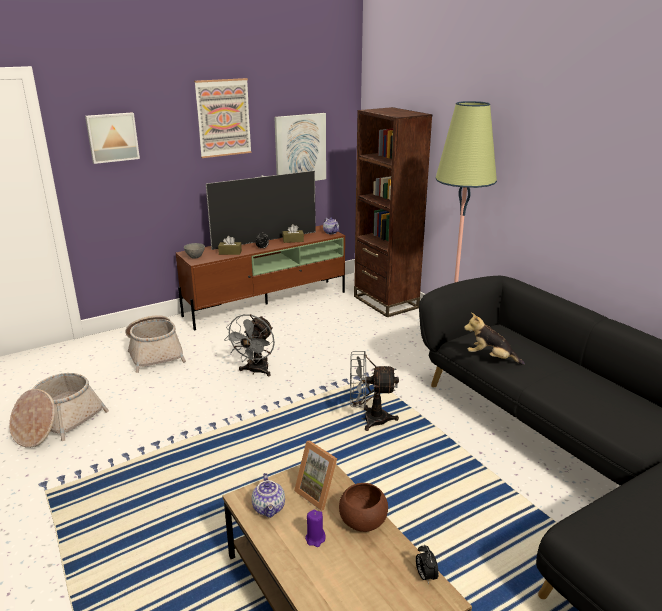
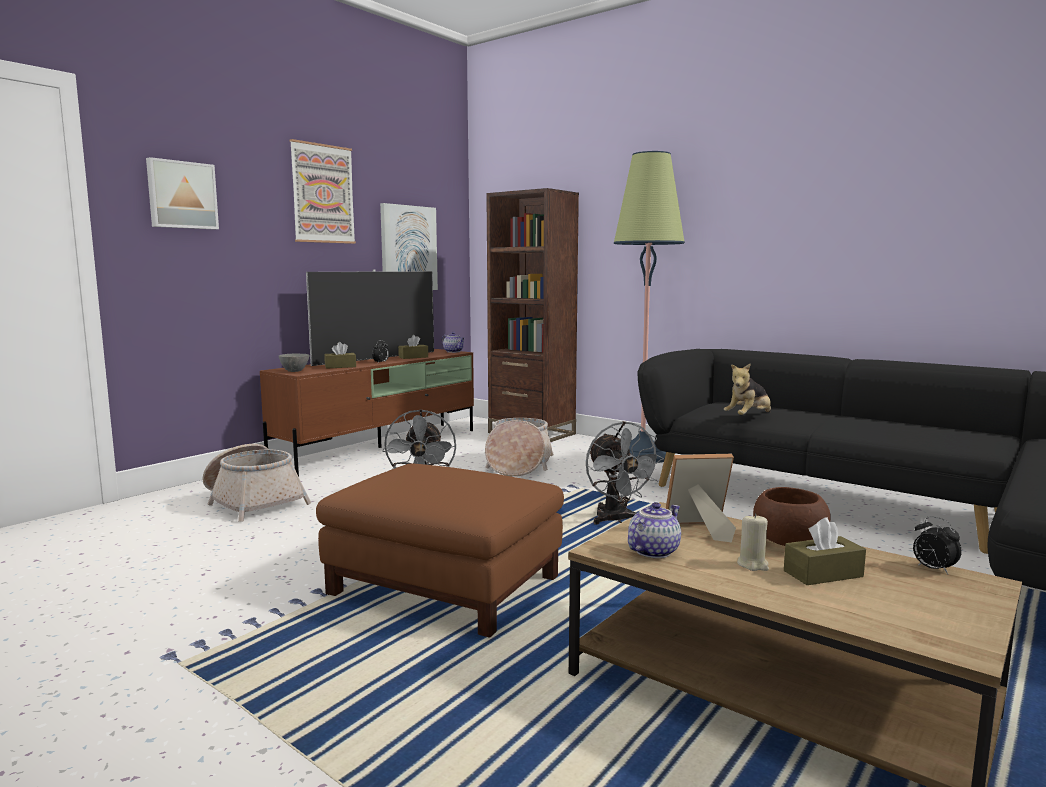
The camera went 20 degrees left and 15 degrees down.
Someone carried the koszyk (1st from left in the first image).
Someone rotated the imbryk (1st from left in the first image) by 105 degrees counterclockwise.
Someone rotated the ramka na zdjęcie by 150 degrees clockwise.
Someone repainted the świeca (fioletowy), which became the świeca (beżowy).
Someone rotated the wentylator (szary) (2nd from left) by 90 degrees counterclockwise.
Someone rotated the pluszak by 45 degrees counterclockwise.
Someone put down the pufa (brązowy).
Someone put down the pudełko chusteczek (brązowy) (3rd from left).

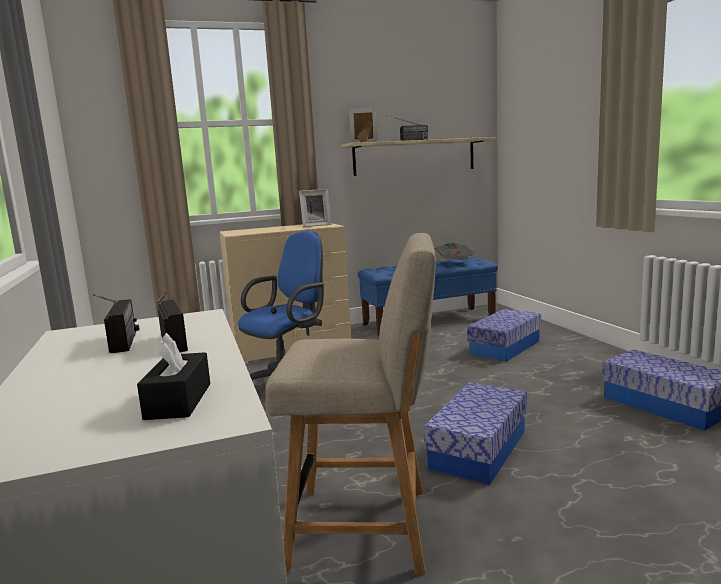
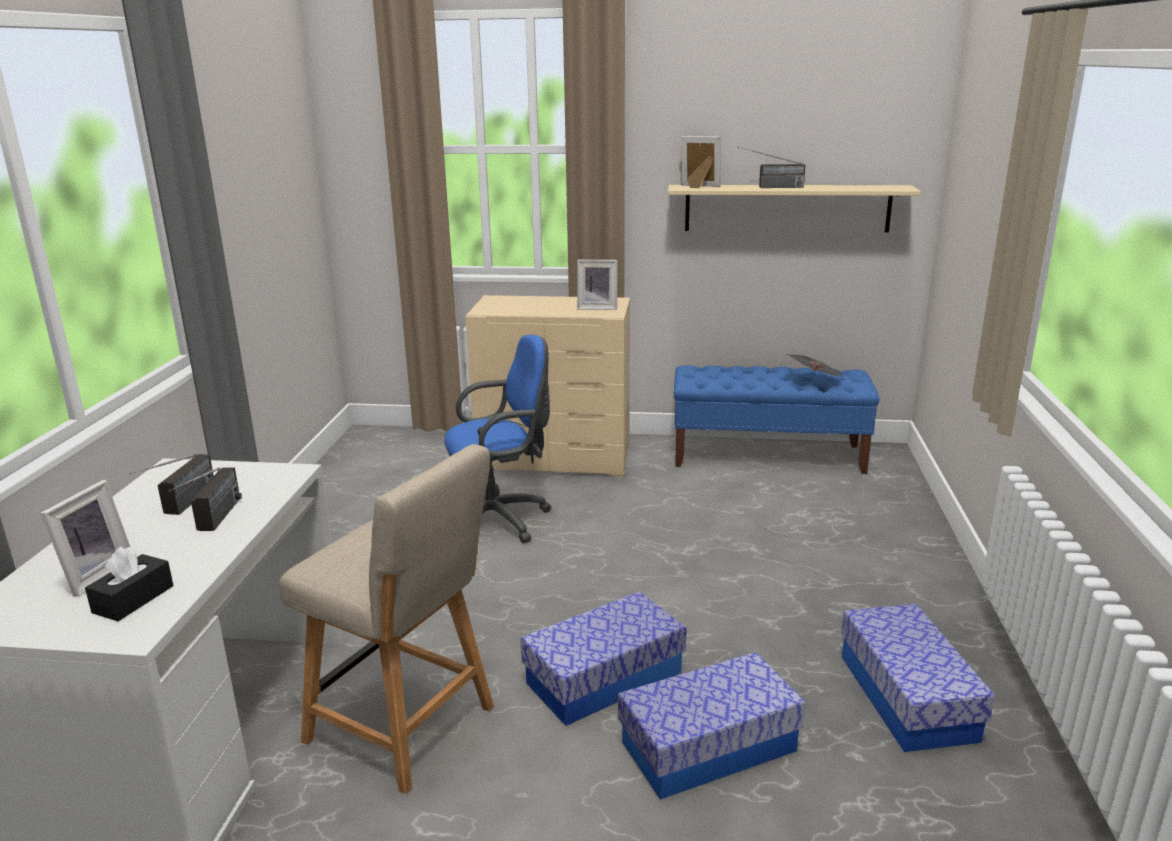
The camera went 25 degrees right and 10 degrees up.
Someone carried the pojemnik do przechowywania (2nd from left).
Someone put down the ramka na zdjęcie (1st from left).

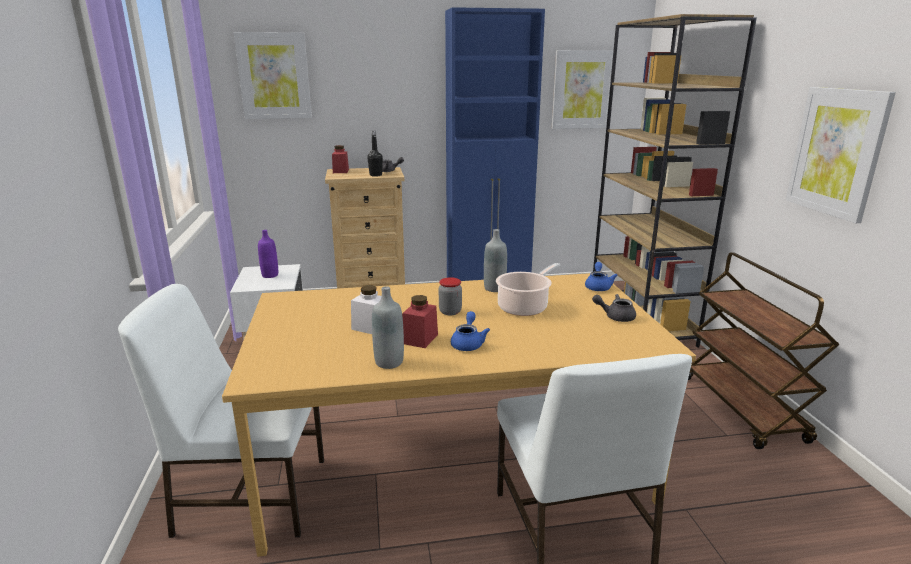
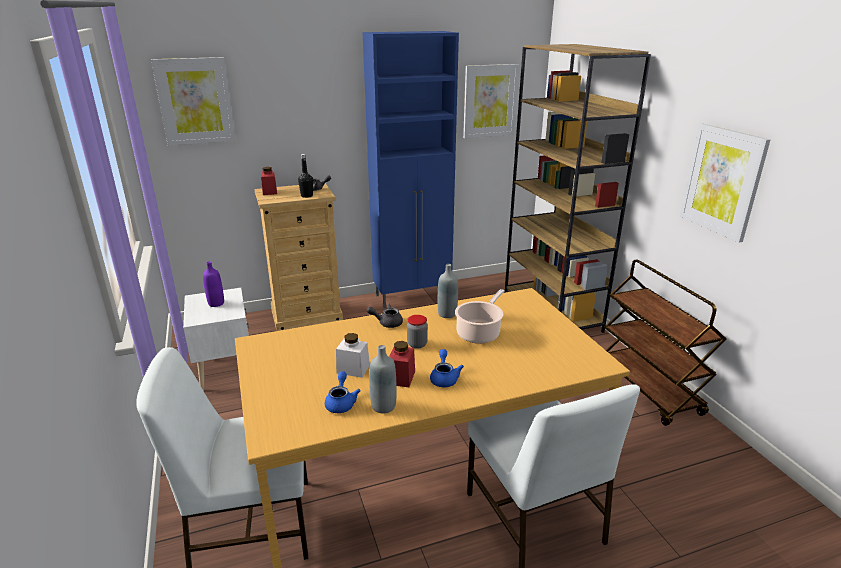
The camera went 10 degrees left and 5 degrees up.
Someone carried the imbryk (niebieski) (2nd from left in the first image).
Someone carried the imbryk (szary) (2nd from left).

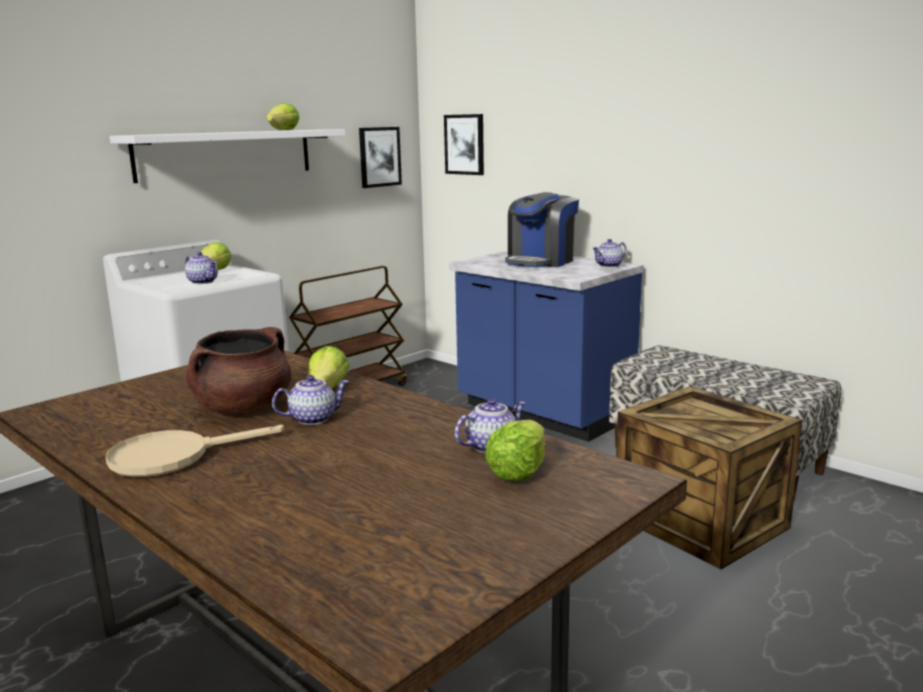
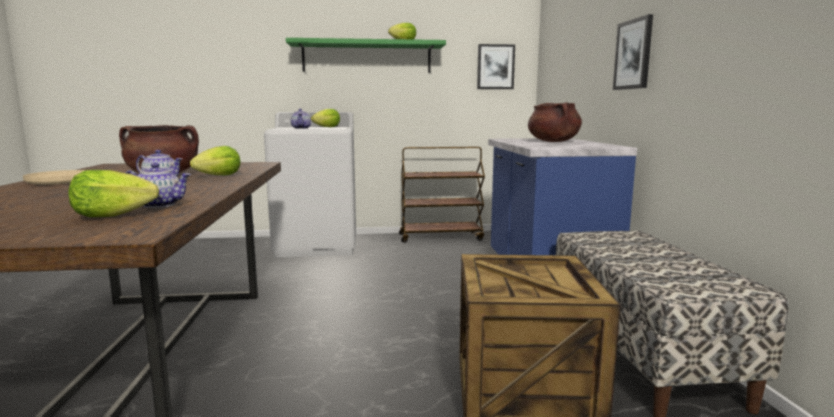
The camera went 40 degrees right and 5 degrees down.
Someone repainted the półka (biały), which became the półka (zielony).
Someone carried the obraz (2nd from left).
Someone swapped the ekspres do kawy for the garnek (brązowy) (2nd from left).
Someone took away the imbryk (4th from left).

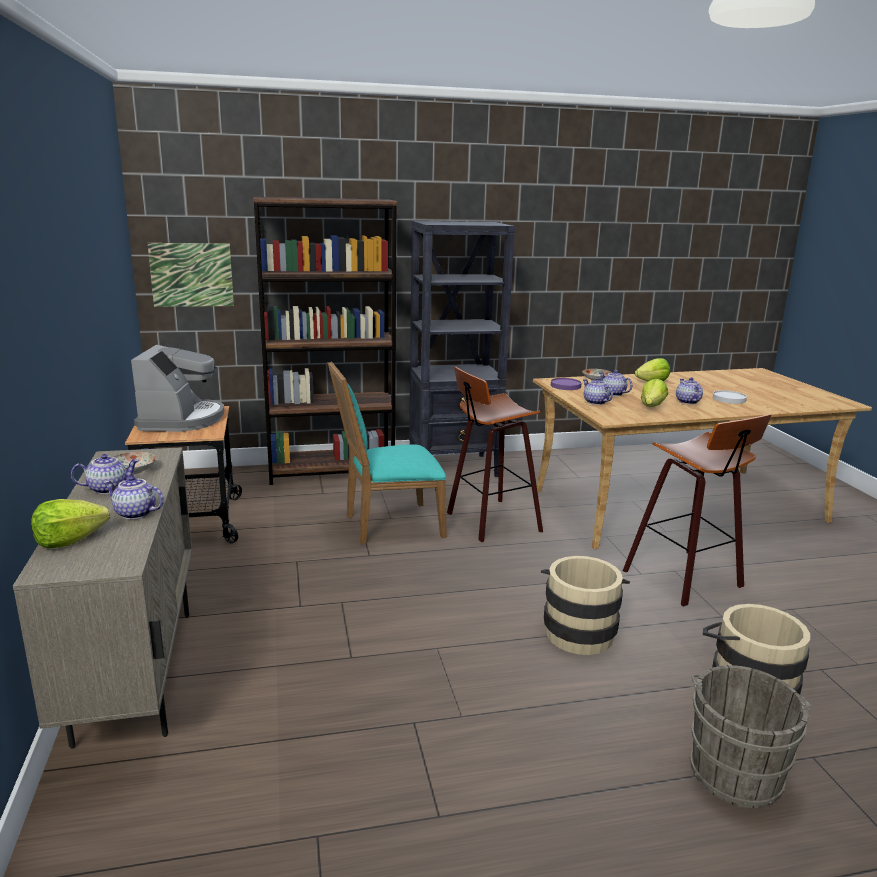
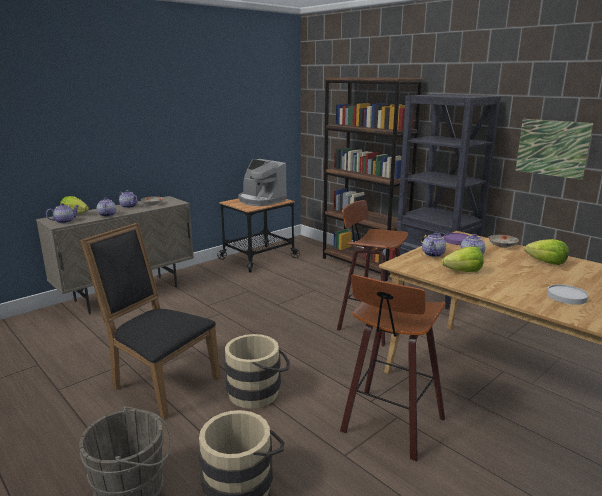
The camera went 60 degrees right and 0 degrees up.
Someone rotated the ekspres do kawy by 75 degrees clockwise.
Someone carried the obraz.
Someone took away the krzesło (turkusowy).
Someone carried the imbryk (5th from left in the first image).
Someone put down the krzesło (czarny).

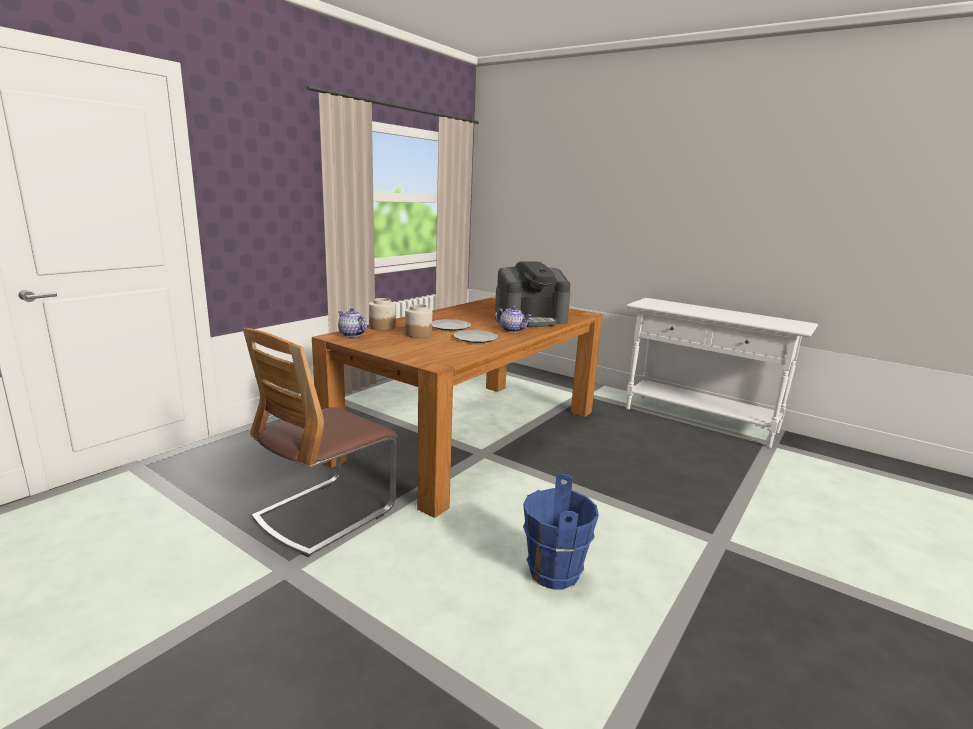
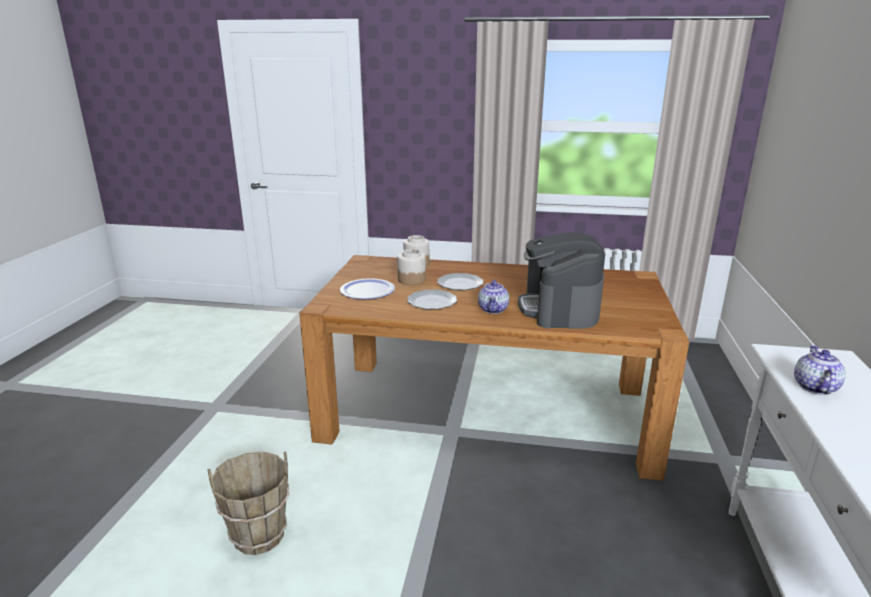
The camera went 65 degrees right and 5 degrees up.
Someone took away the krzesło.
Someone carried the imbryk (1st from left in the first image).
Someone rotated the ekspres do kawy by 45 degrees clockwise.
Someone repainted the wiadro (niebieski), which became the wiadro (brązowy).
Someone put down the talerz (1st from left).

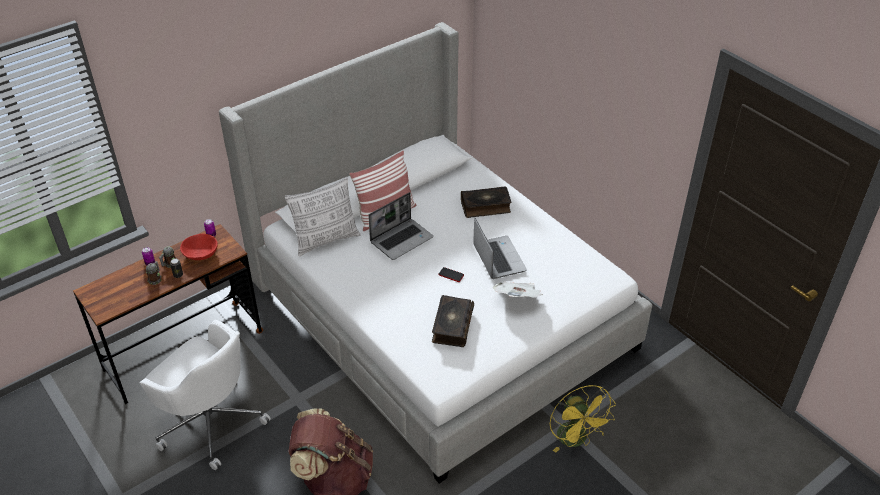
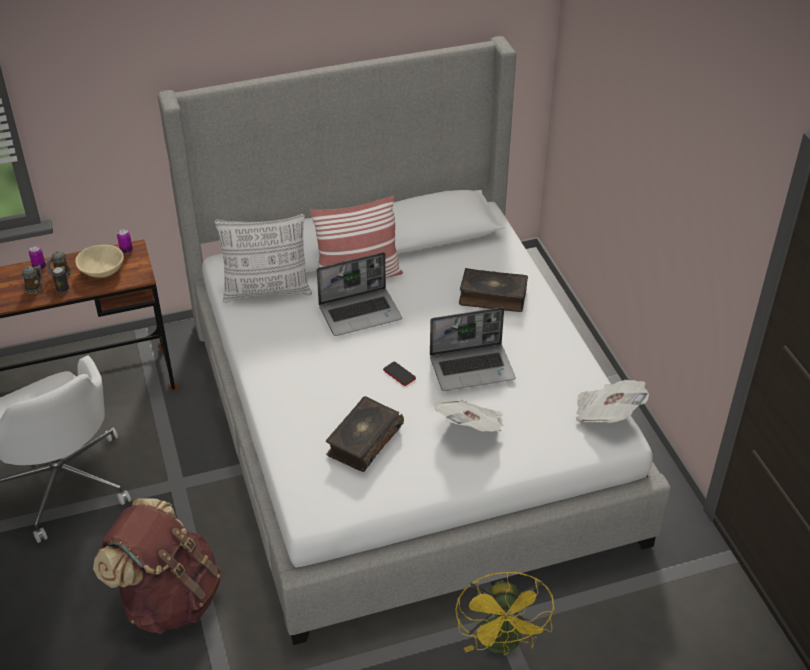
The camera went 20 degrees right and 0 degrees up.
Someone repainted the miska (czerwony), which became the miska (beżowy).
Someone rotated the laptop (2nd from left) by 75 degrees clockwise.
Someone put down the gazeta (2nd from left).

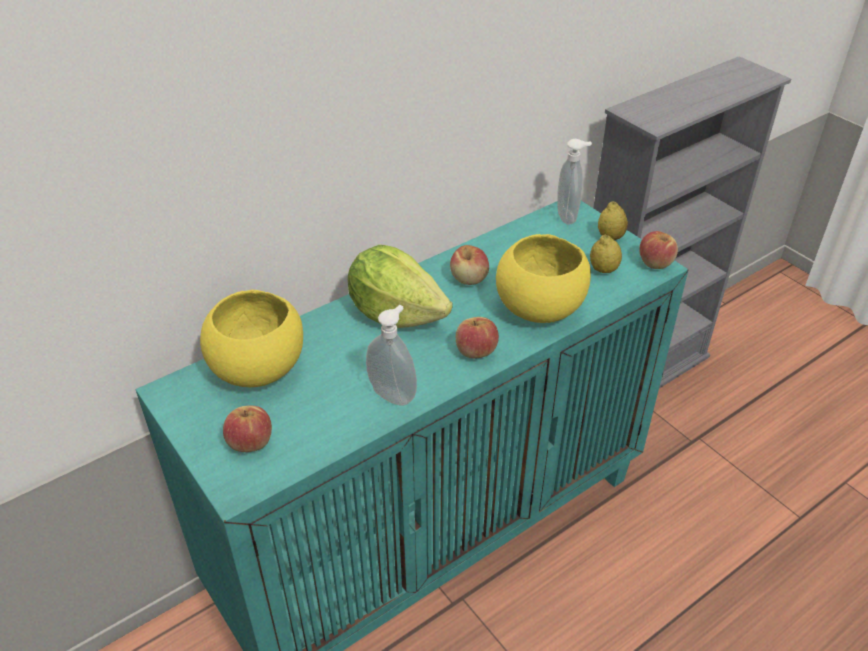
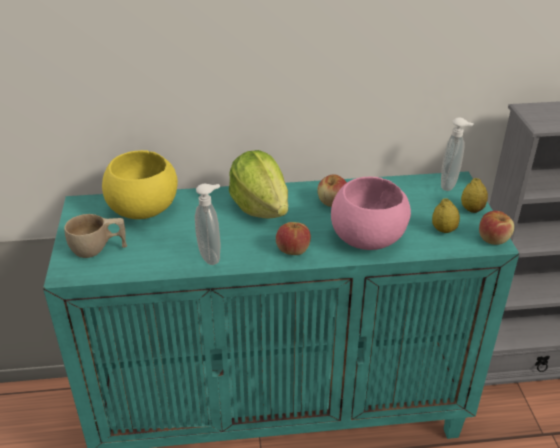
The camera went 30 degrees right and 5 degrees down.
Someone swapped the jabłko (1st from left) for the filiżanka (beżowy).
Someone repainted the miska (żółty) (2nd from left), which became the miska (różowy).

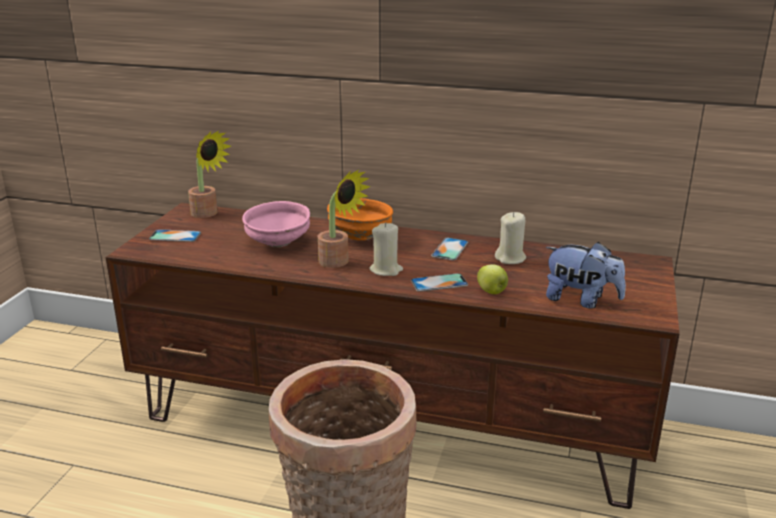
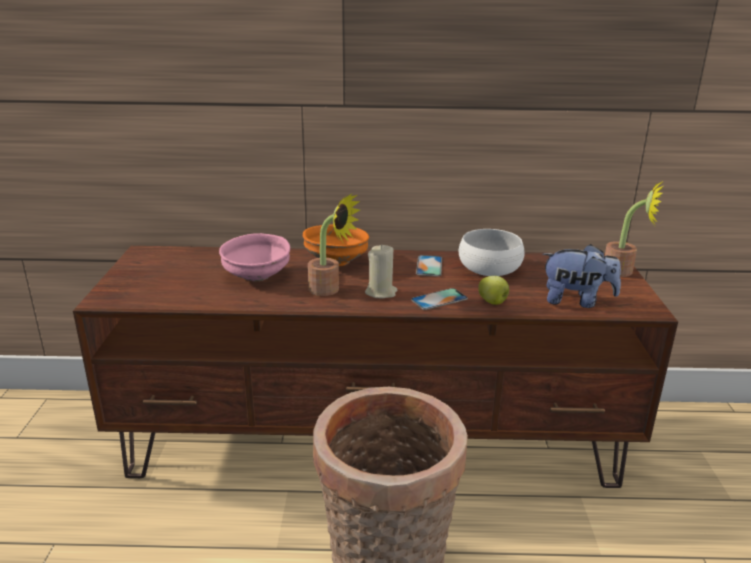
The camera went 15 degrees left and 0 degrees up.
Someone took away the telefon (1st from left).
Someone carried the roślina doniczkowa (1st from left in the first image).
Someone swapped the świeca (beżowy) (2nd from left) for the miska (biały).

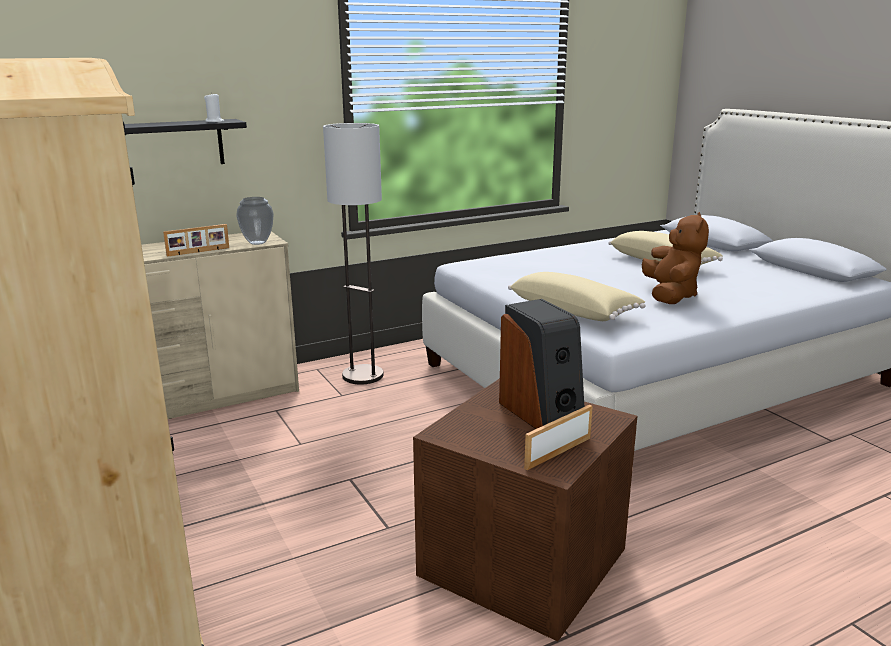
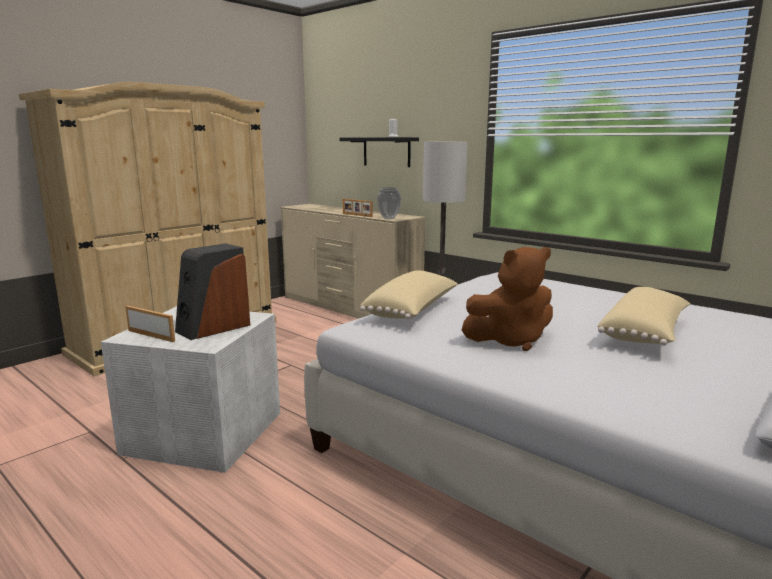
The camera went 70 degrees right and 5 degrees down.
Someone repainted the pojemnik do przechowywania (brązowy), which became the pojemnik do przechowywania (biały).

